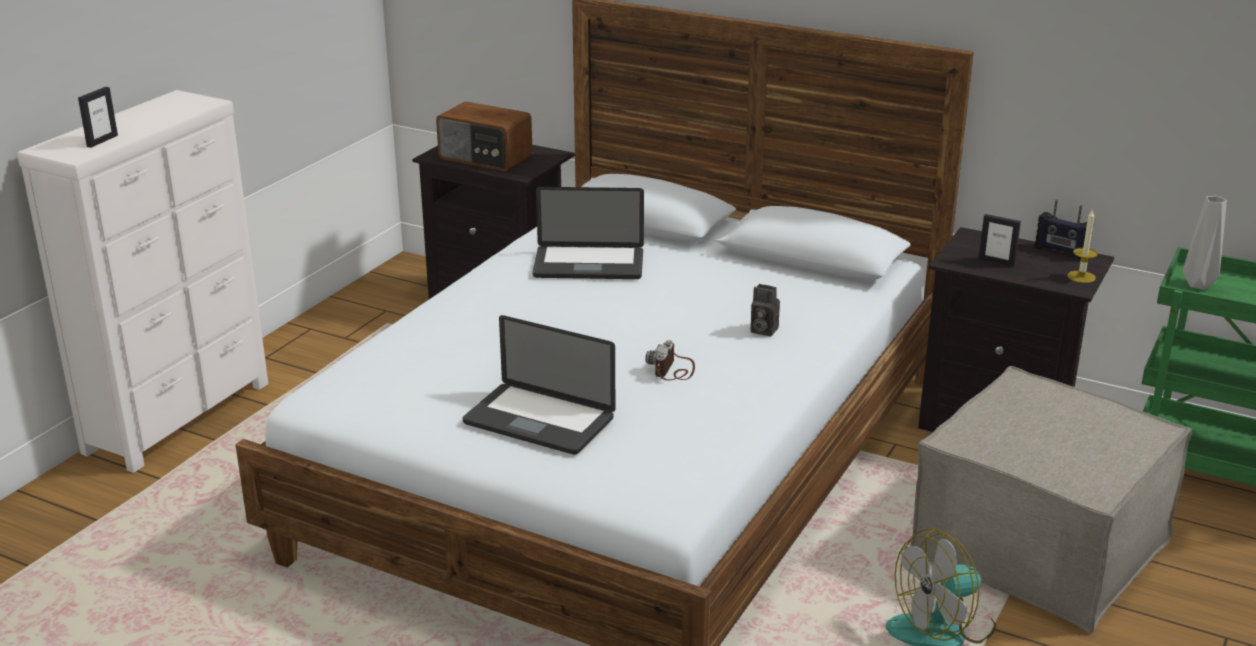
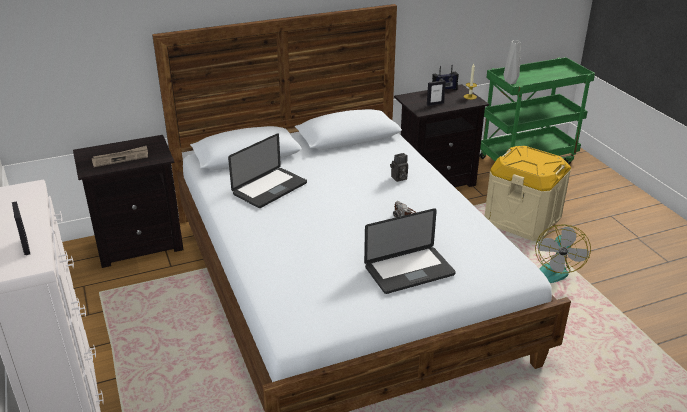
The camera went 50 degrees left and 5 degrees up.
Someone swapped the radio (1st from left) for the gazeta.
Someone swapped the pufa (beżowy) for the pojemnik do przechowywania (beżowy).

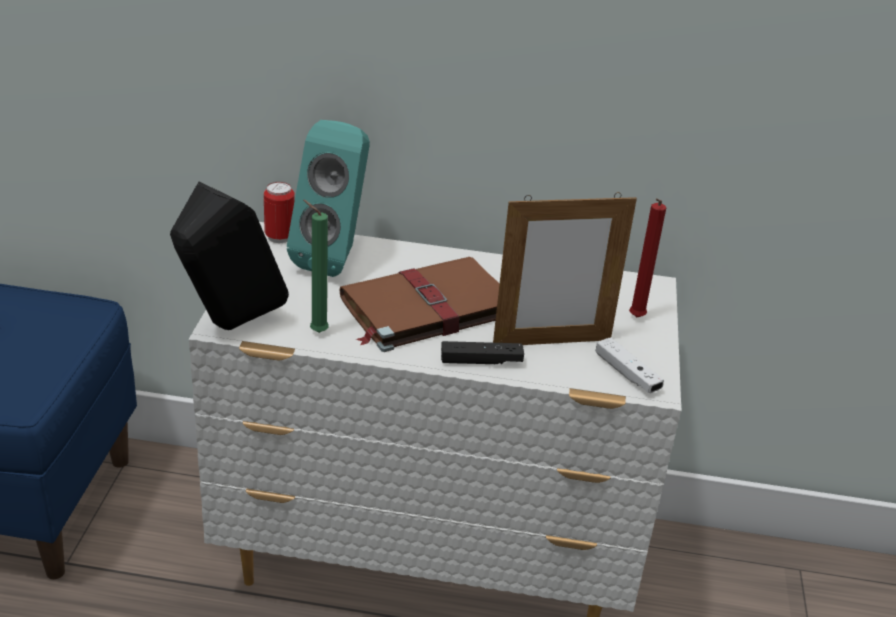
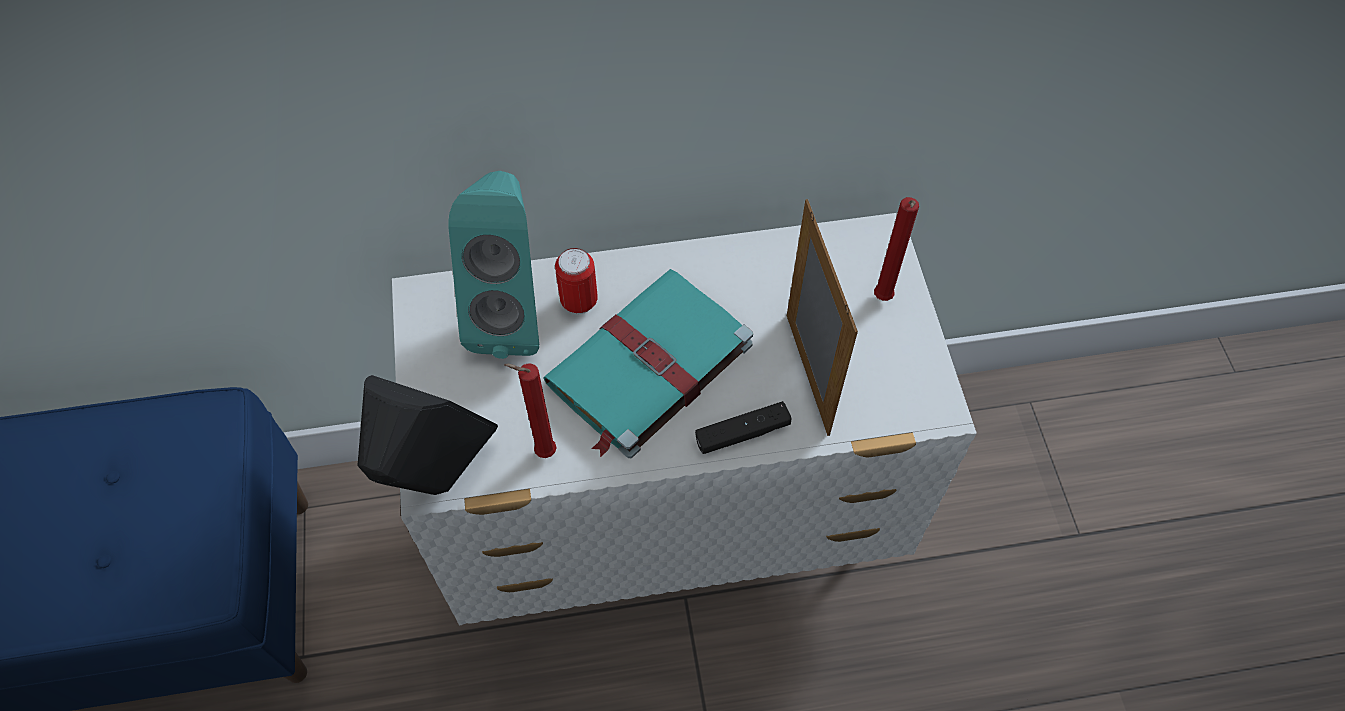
The camera went 15 degrees left and 25 degrees up.
Someone carried the puszka.
Someone repainted the świeca (zielony), which became the świeca (czerwony) (1st from left).
Someone repainted the książka (brązowy), which became the książka (turkusowy).
Someone rotated the ramka na zdjęcie by 75 degrees counterclockwise.
Someone took away the pad do gier (biały).

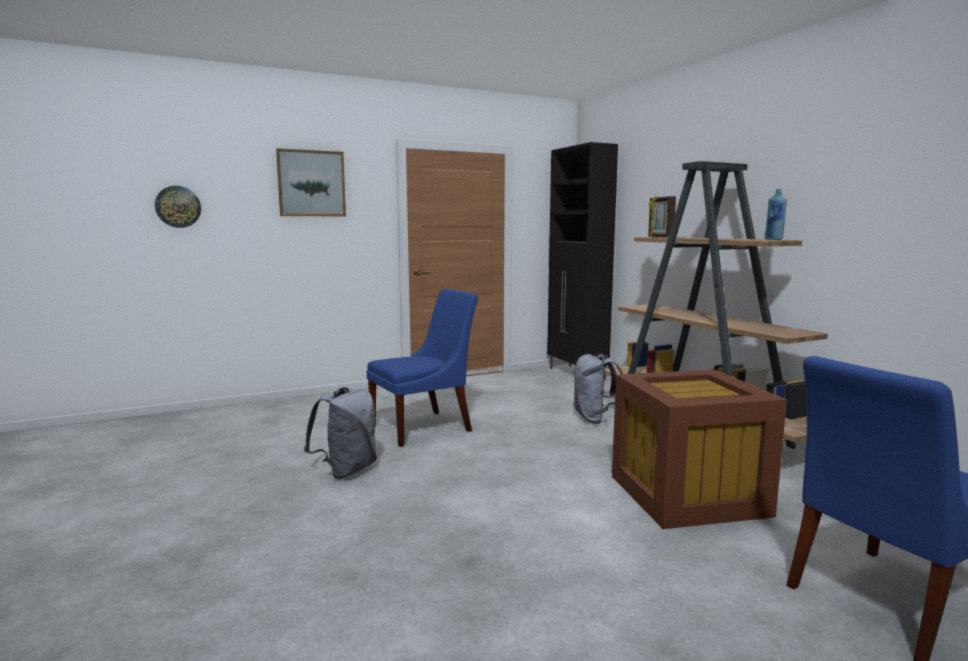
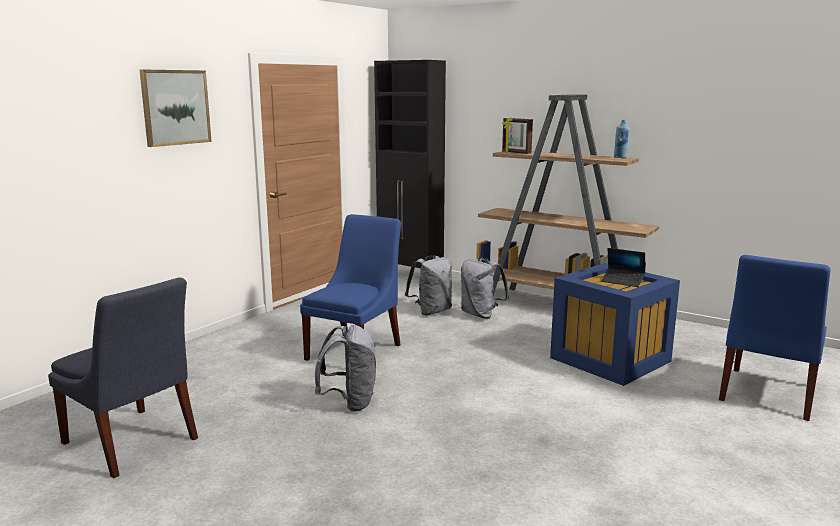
The camera went 30 degrees left and 5 degrees up.
Someone took away the zegar ścienny.
Someone repainted the pojemnik do przechowywania (brązowy), which became the pojemnik do przechowywania (niebieski).
Someone put down the krzesło (niebieski) (1st from left).
Someone put down the plecak (szary) (2nd from left).
Someone put down the laptop.

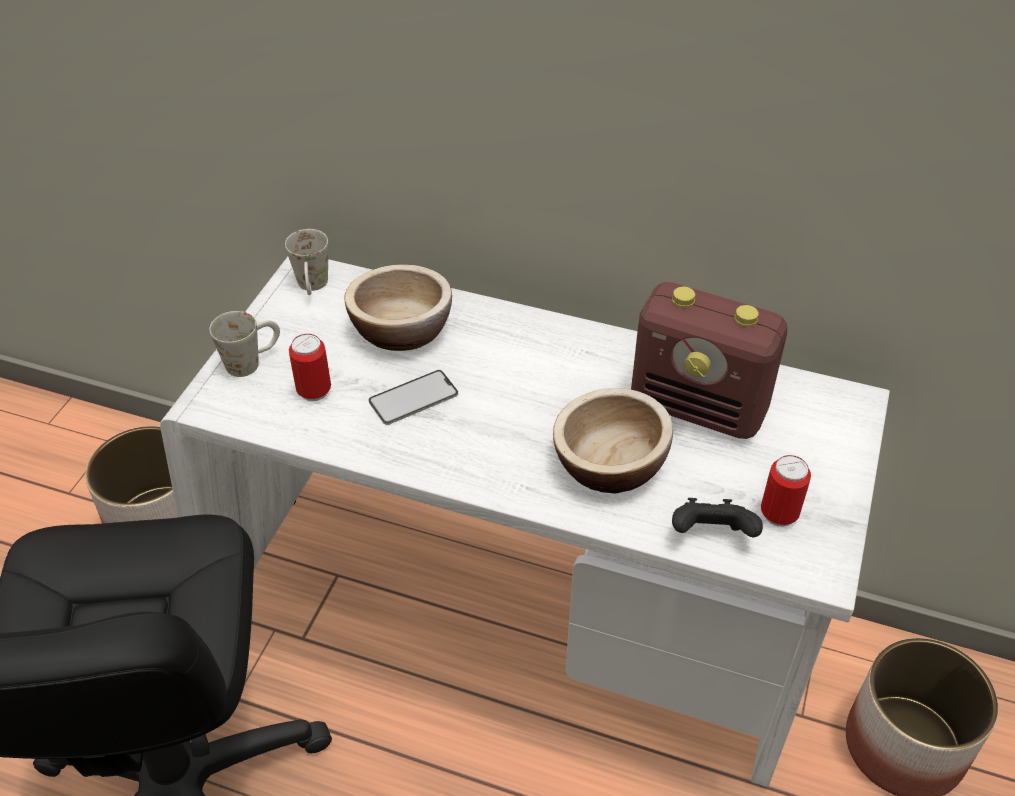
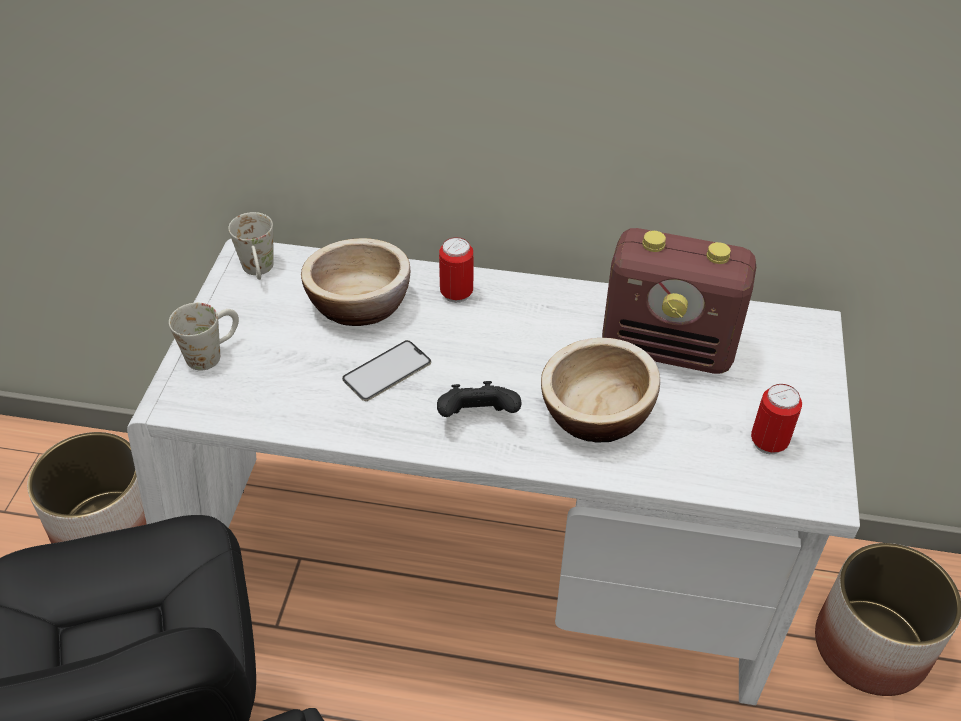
The camera went 10 degrees left and 0 degrees up.
Someone carried the puszka (1st from left).
Someone carried the pad do gier (czarny).

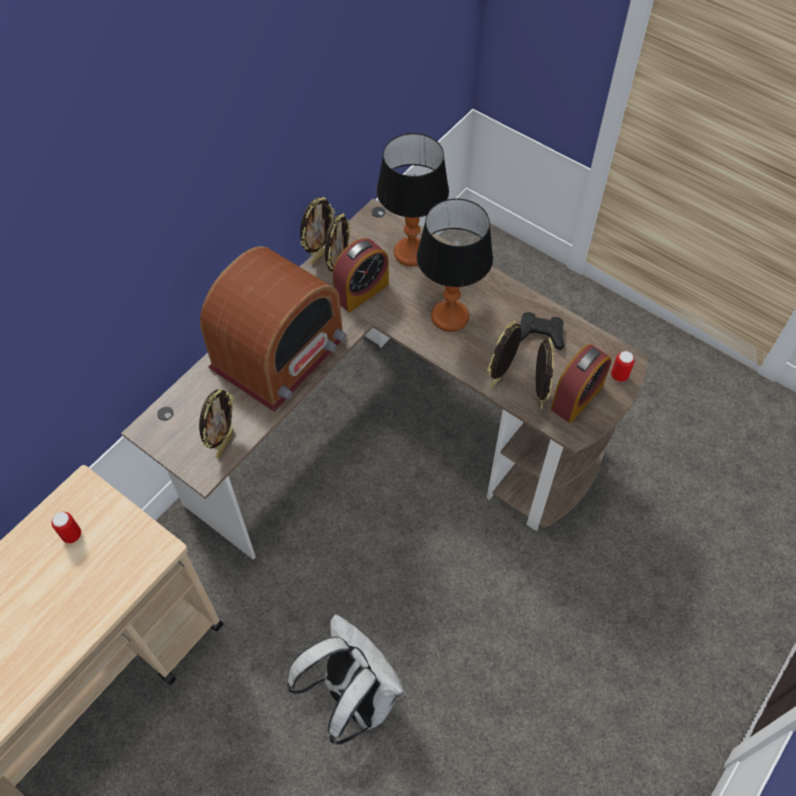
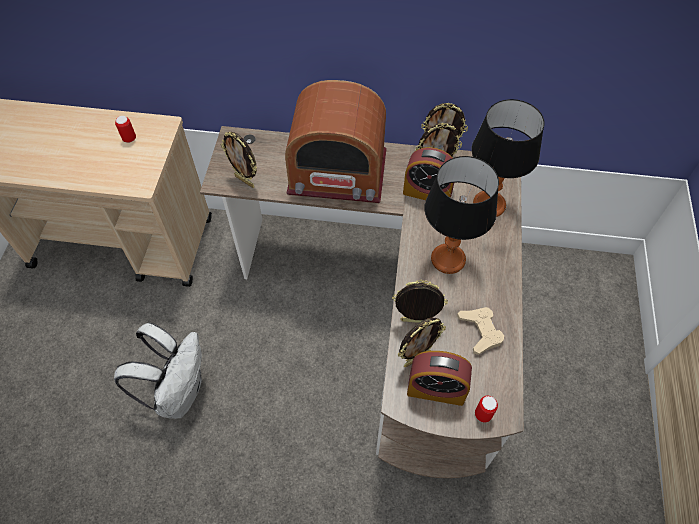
The camera went 60 degrees right and 0 degrees up.
Someone rotated the ramka na zdjęcie (1st from left) by 45 degrees clockwise.
Someone repainted the pad do gier (czarny), which became the pad do gier (beżowy).

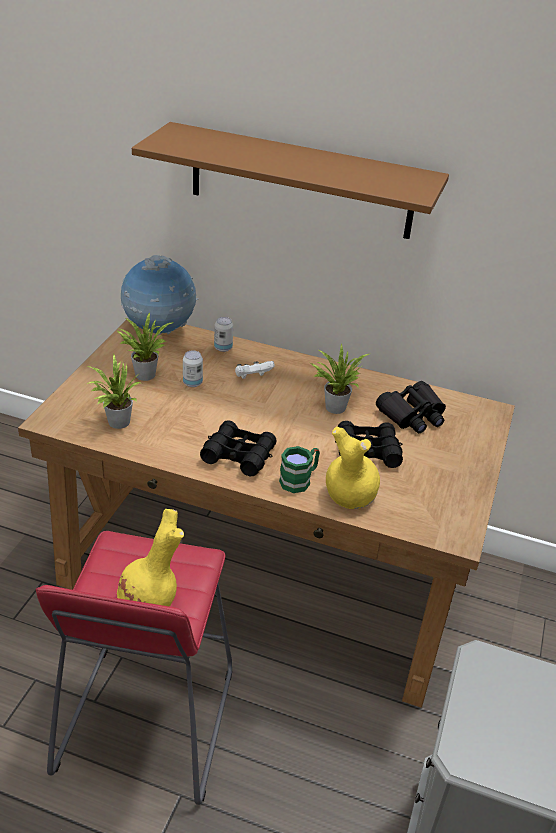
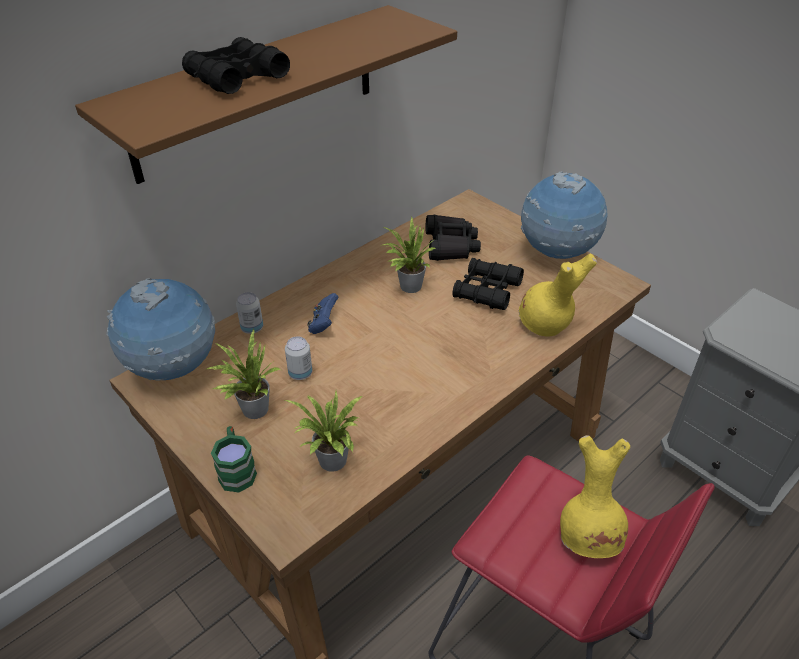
The camera went 60 degrees left and 5 degrees up.
Someone carried the lornetka (czarny) (1st from left).
Someone repainted the pad do gier (biały), which became the pad do gier (niebieski).
Someone carried the kubek (zielony).
Someone put down the globus (2nd from left).

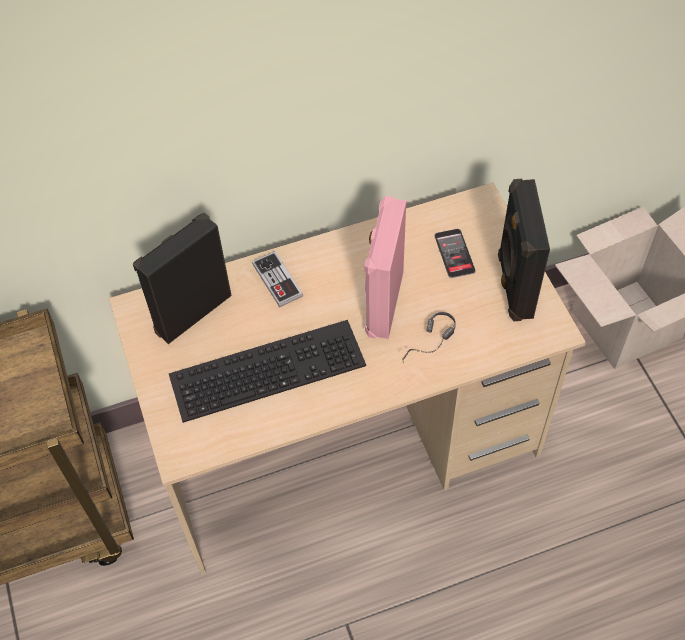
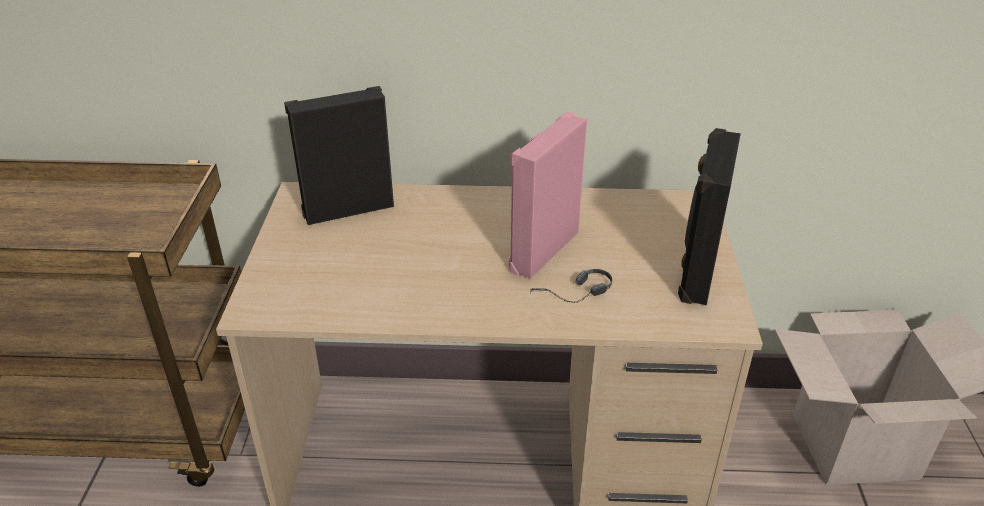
The camera went 20 degrees right and 20 degrees down.
Someone took away the klawiatura.
Someone took away the pad do gier.
Someone took away the telefon.

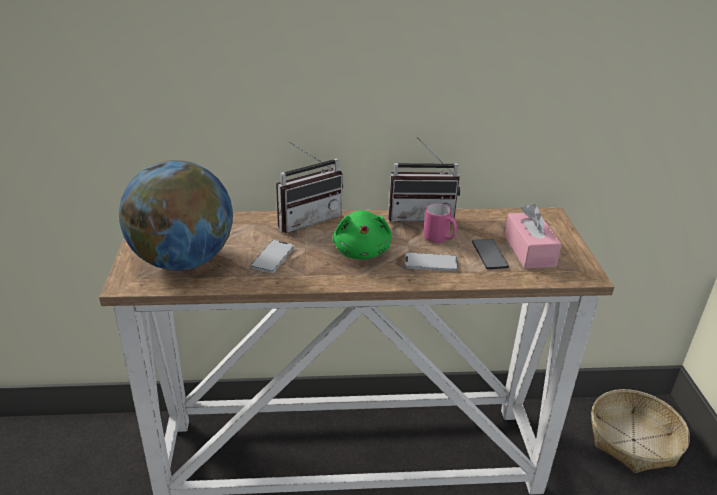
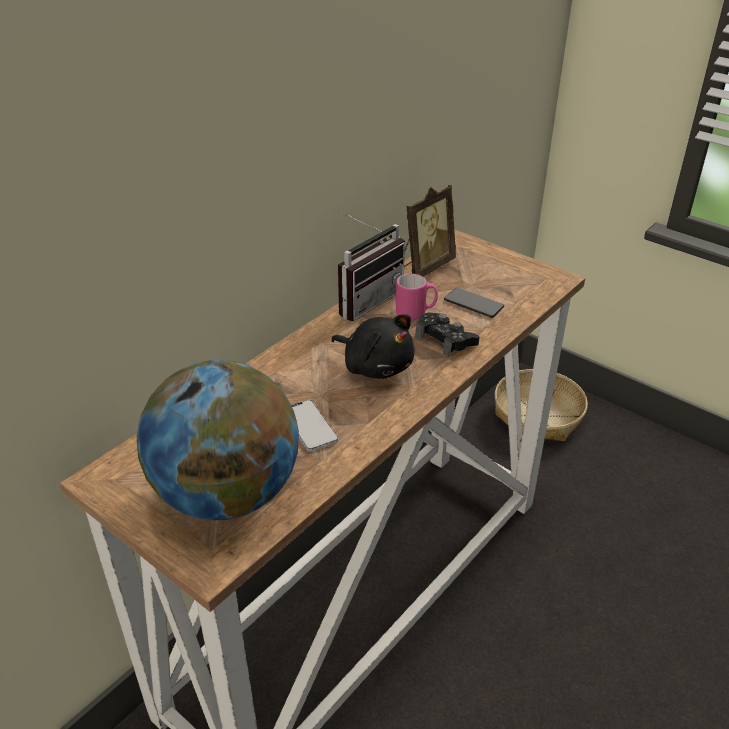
The camera went 45 degrees left and 5 degrees up.
Someone took away the radio (1st from left).
Someone repainted the pluszak (zielony), which became the pluszak (czarny).
Someone swapped the telefon (2nd from left) for the pad do gier (czarny).
Someone took away the pudełko chusteczek (różowy).
Someone put down the ramka na zdjęcie.

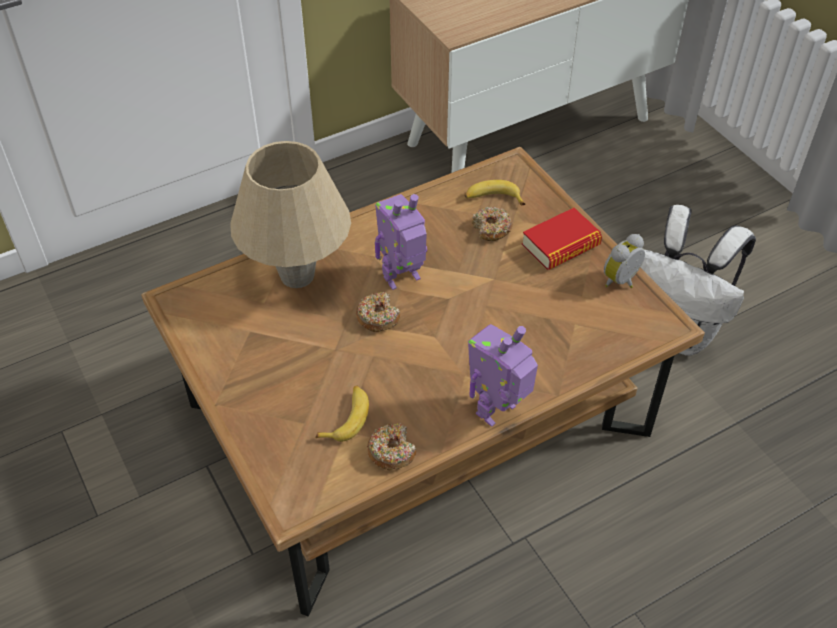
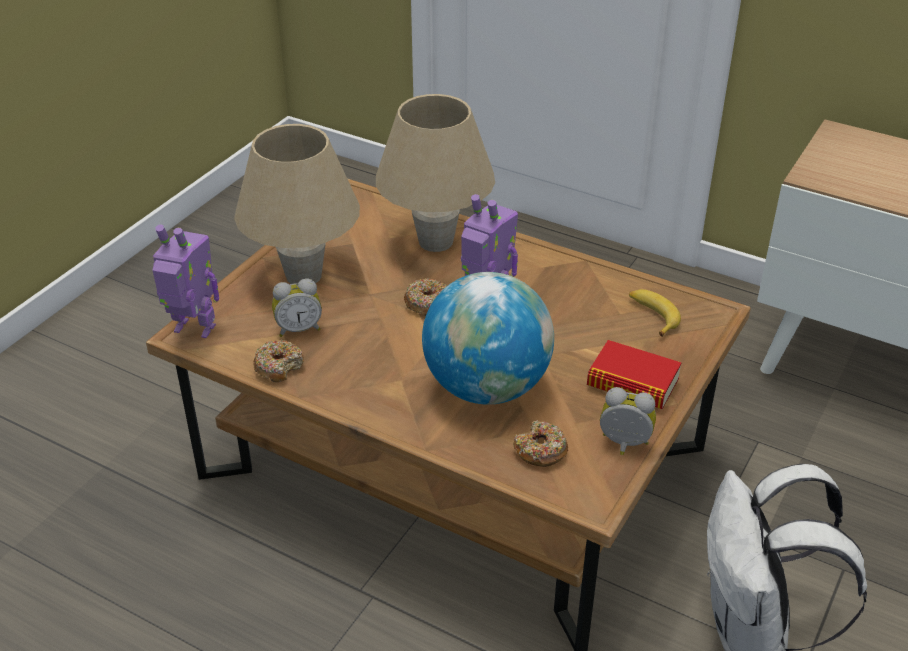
The camera went 60 degrees right and 10 degrees down.
Someone swapped the banan (1st from left) for the budzik (1st from left).
Someone carried the robot zabawkowy (2nd from left in the first image).
Someone carried the donut (3rd from left).
Someone put down the lampa stołowa (beżowy) (1st from left).
Someone put down the globus.

